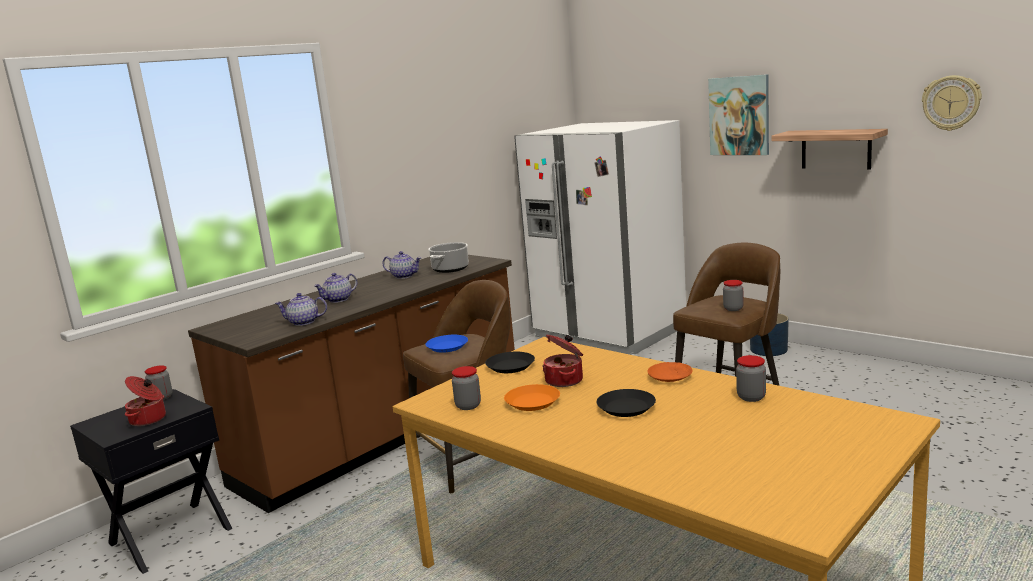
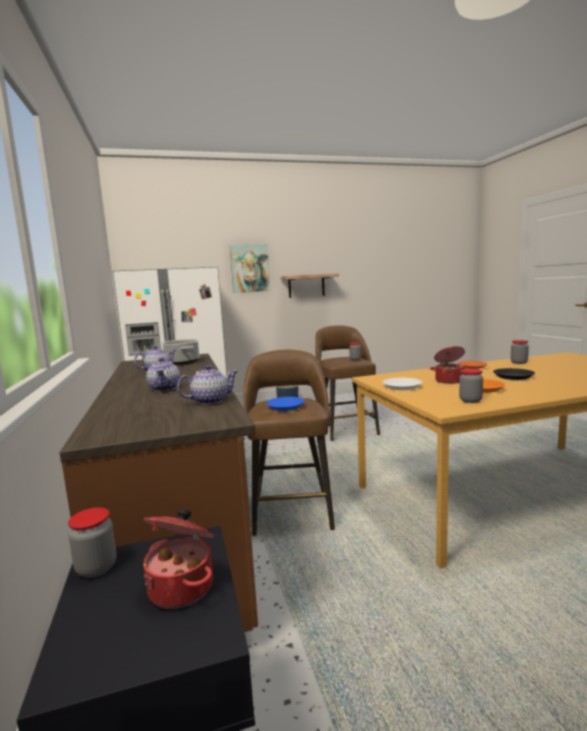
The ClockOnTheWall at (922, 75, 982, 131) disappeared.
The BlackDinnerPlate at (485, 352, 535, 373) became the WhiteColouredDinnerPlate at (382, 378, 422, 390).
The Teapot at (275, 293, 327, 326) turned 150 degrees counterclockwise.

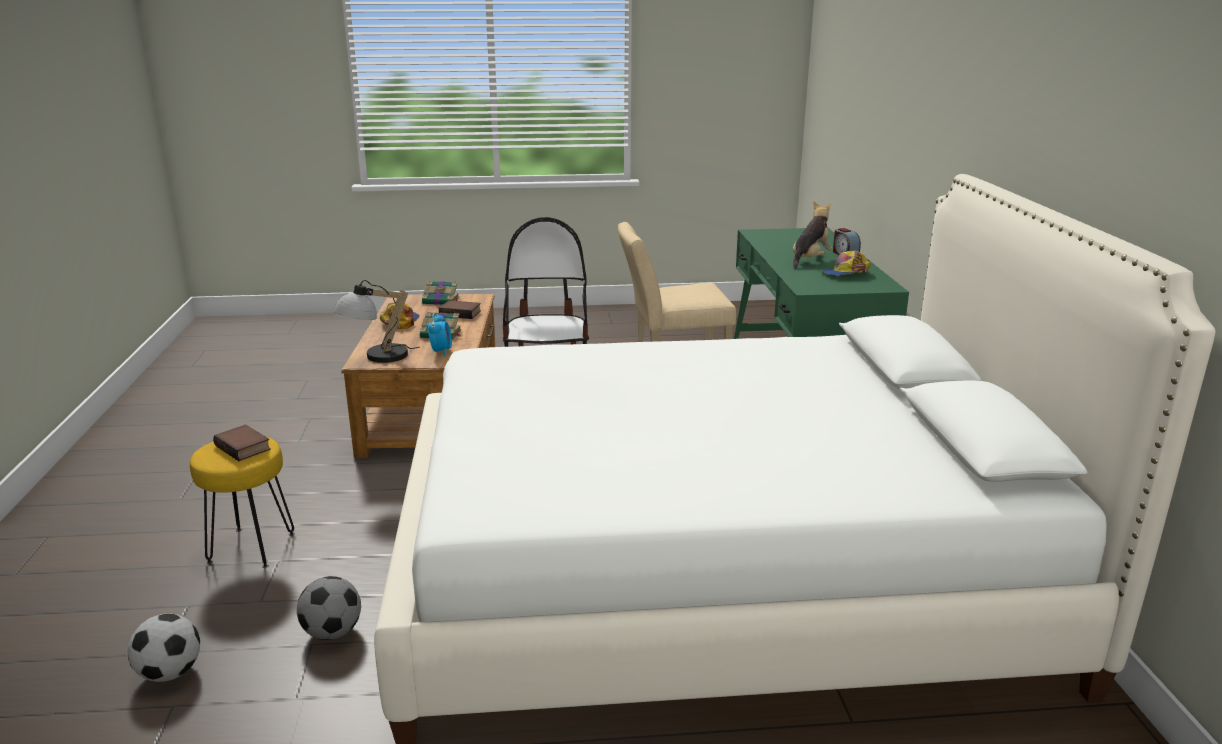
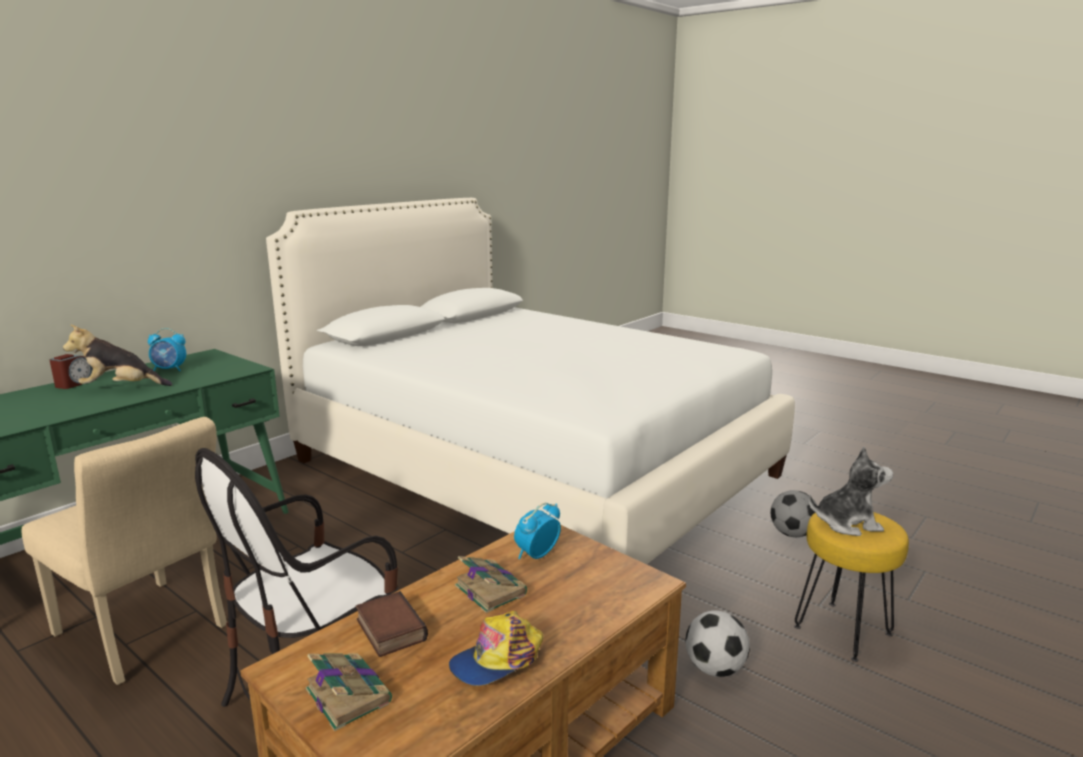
The TableLamp at (333, 280, 420, 363) disappeared.
The BallForFootball moved from (127, 614, 200, 682) to (685, 610, 750, 677).
The BoundBook at (213, 424, 271, 461) was replaced by the PlushToy at (809, 447, 893, 536).
The PeakedCap at (821, 251, 871, 275) was replaced by the AlarmClock at (148, 328, 186, 371).

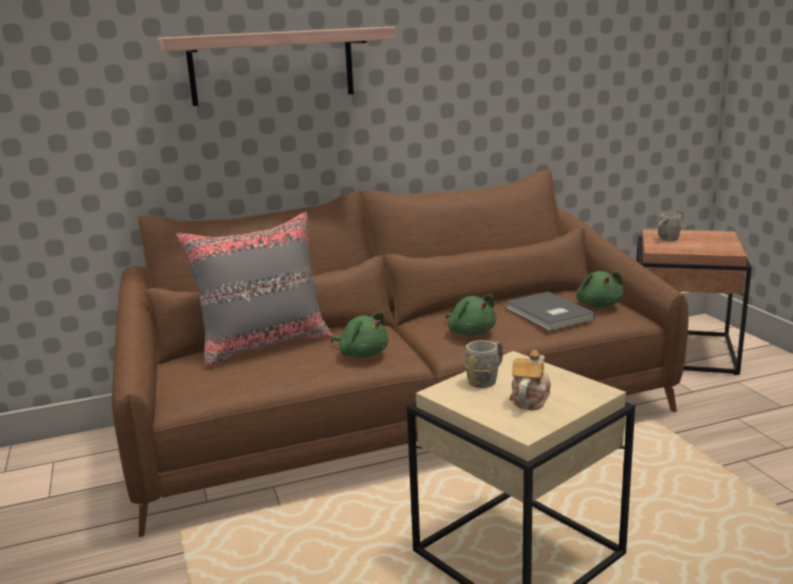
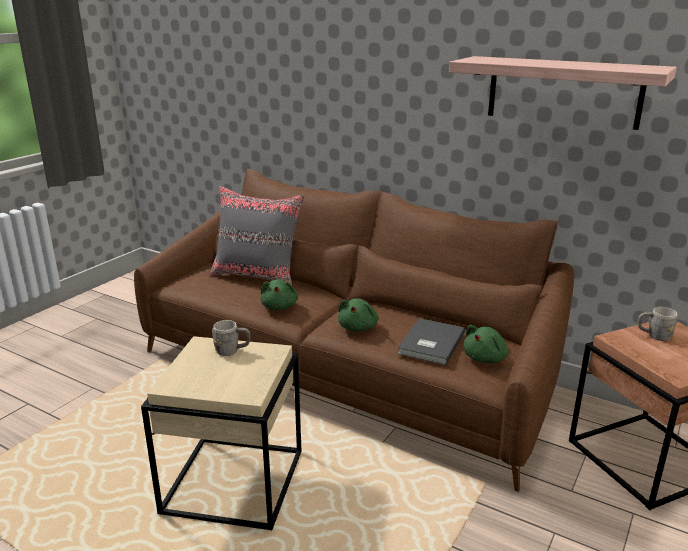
The Teapot at (509, 350, 551, 410) disappeared.
The WallShelf moved from (158, 27, 395, 106) to (449, 56, 677, 130).

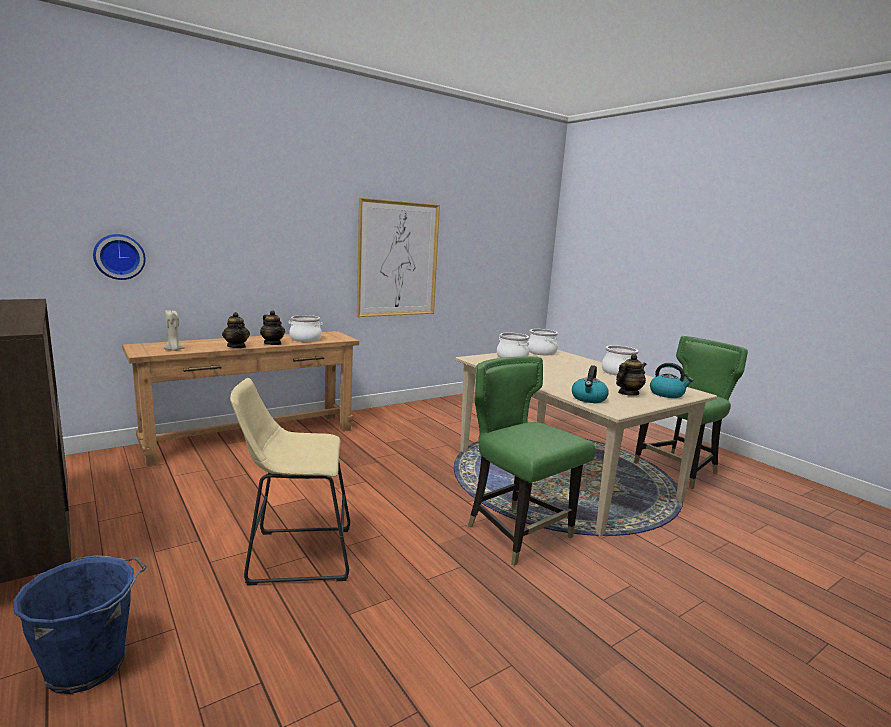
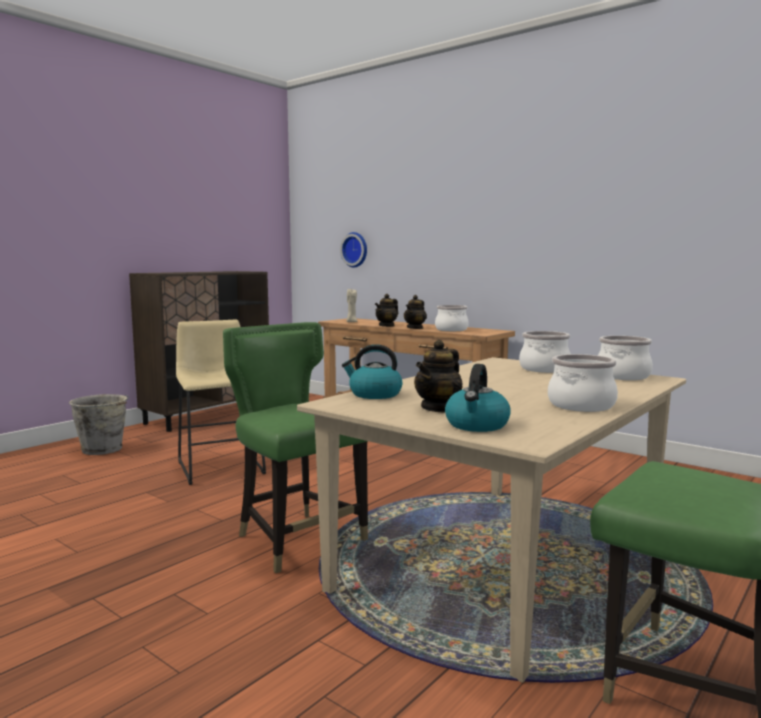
The WallPicture at (357, 198, 440, 317) disappeared.
The BlueColouredPail at (13, 555, 147, 694) became the GreyishPail at (69, 394, 129, 455).
The GreenishUprightChair at (468, 356, 595, 566) turned 75 degrees counterclockwise.
The Teapot at (616, 354, 646, 396) turned 90 degrees clockwise.

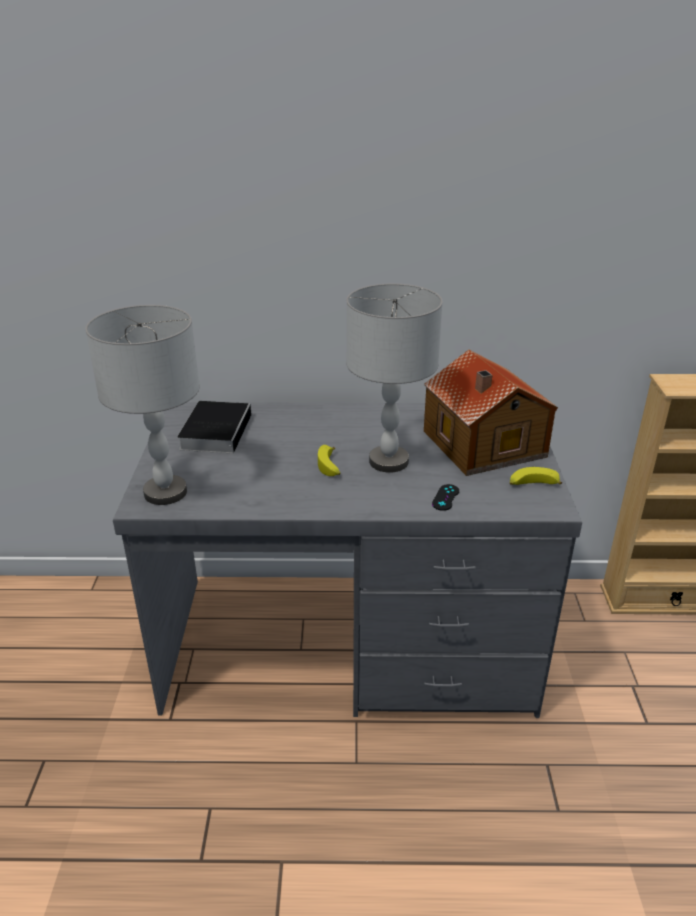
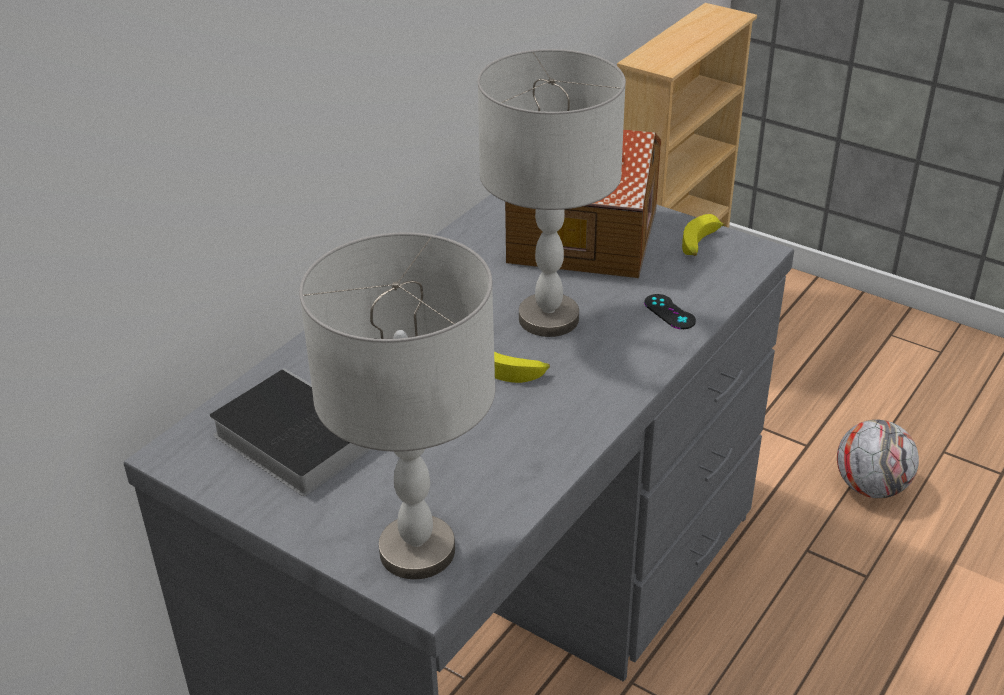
The BallForFootball at (837, 420, 919, 498) appeared.

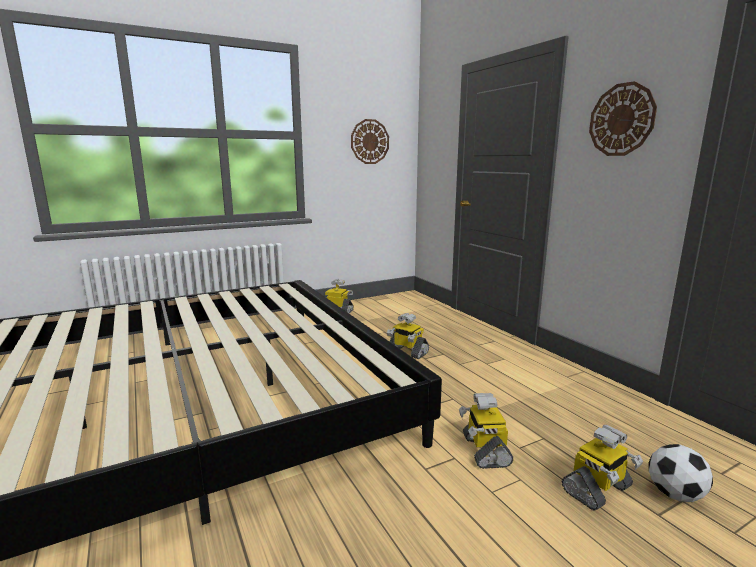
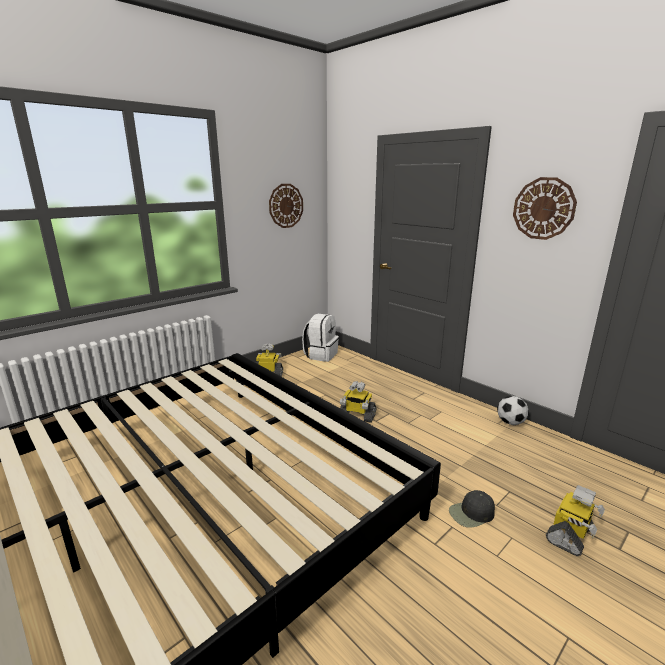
The WhiteColouredKnapsack at (302, 314, 339, 362) appeared.
The BallForFootball moved from (649, 444, 713, 502) to (497, 396, 529, 425).
The ModelRobot at (459, 393, 513, 469) was replaced by the BlackPeakedCap at (449, 490, 495, 528).

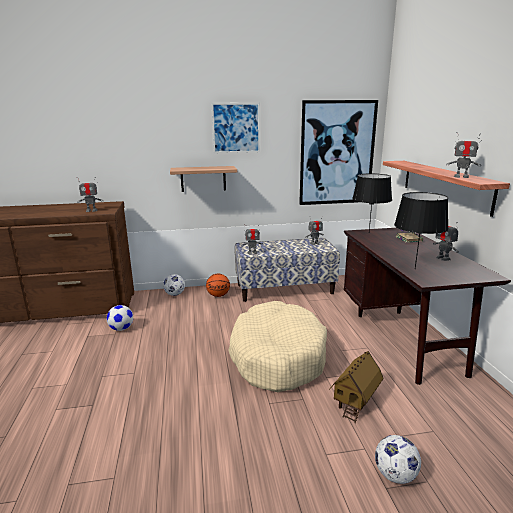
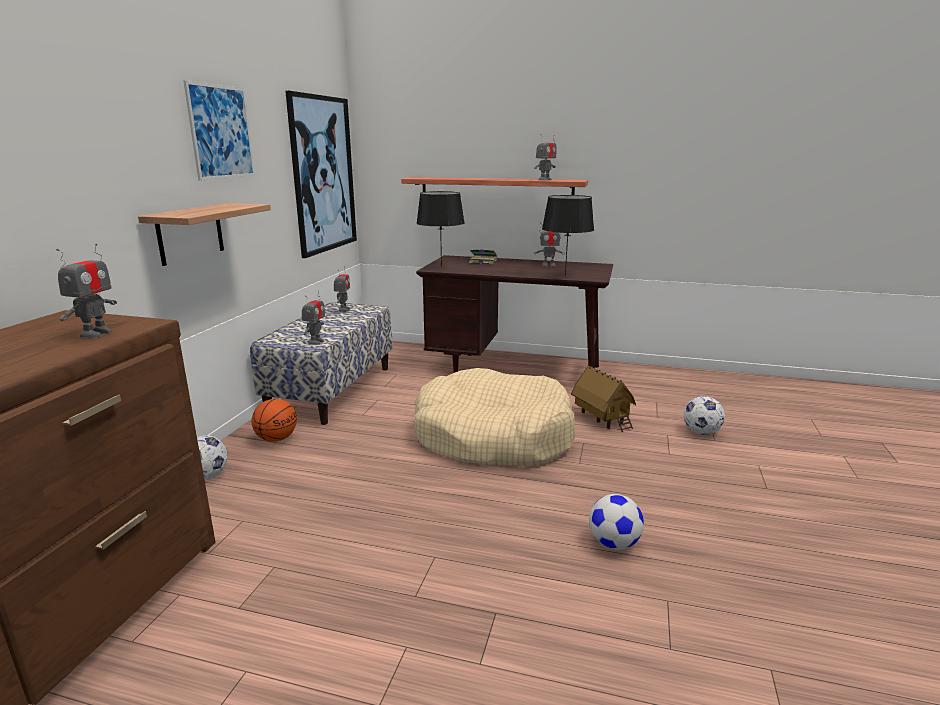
The BallForFootball moved from (107, 305, 133, 331) to (589, 494, 644, 550).

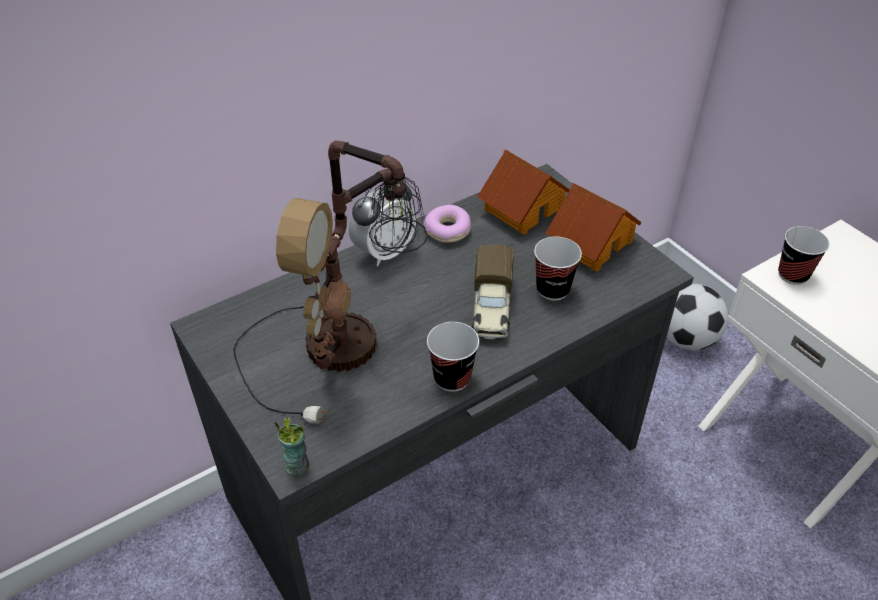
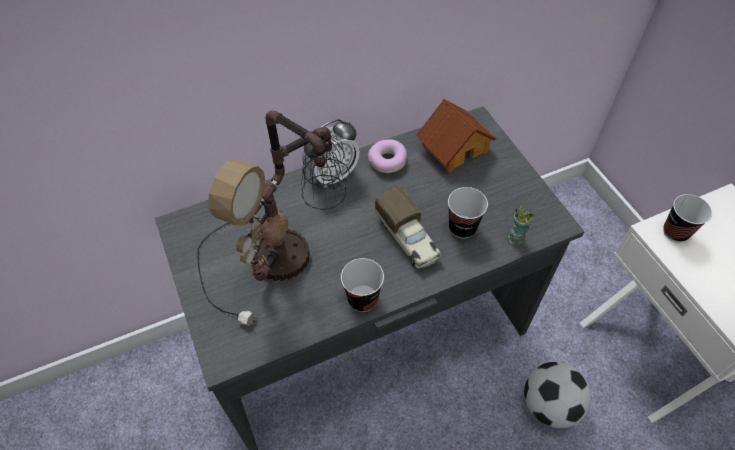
The ModelHouse at (545, 183, 642, 272) disappeared.
The Cup moved from (274, 418, 309, 475) to (508, 206, 534, 246).
The BallForFootball moved from (667, 284, 728, 350) to (524, 362, 591, 428).
The ToyTruck at (472, 244, 514, 339) turned 45 degrees counterclockwise.

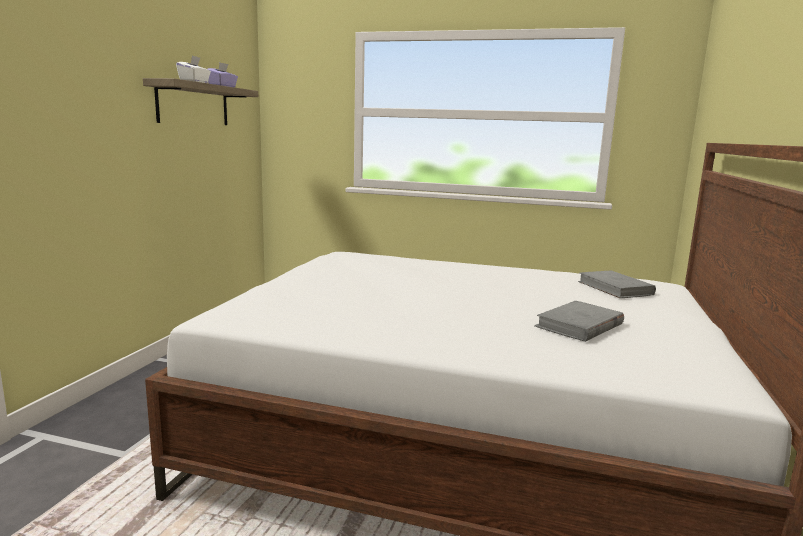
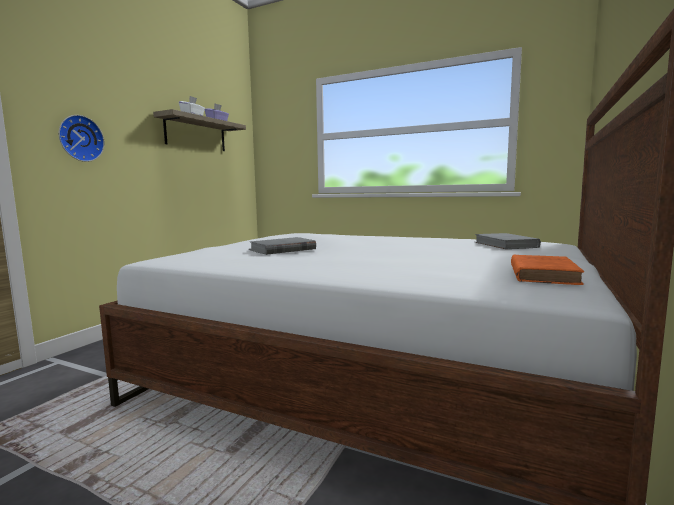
The ClockOnTheWall at (59, 115, 105, 162) appeared.
The OrangeBoundBook at (511, 255, 584, 285) appeared.
The GreyishBoundBook moved from (534, 301, 624, 342) to (249, 237, 316, 255).

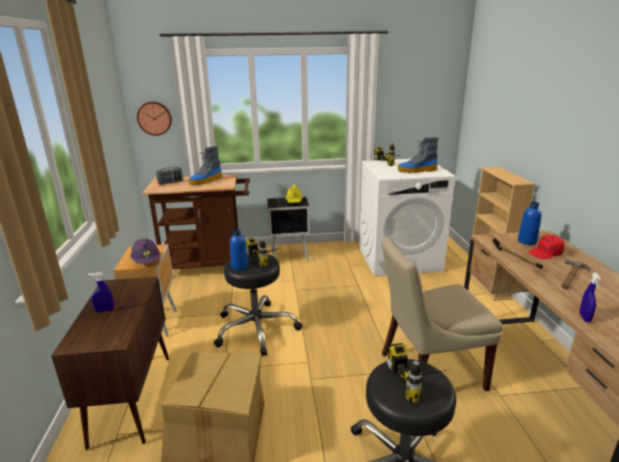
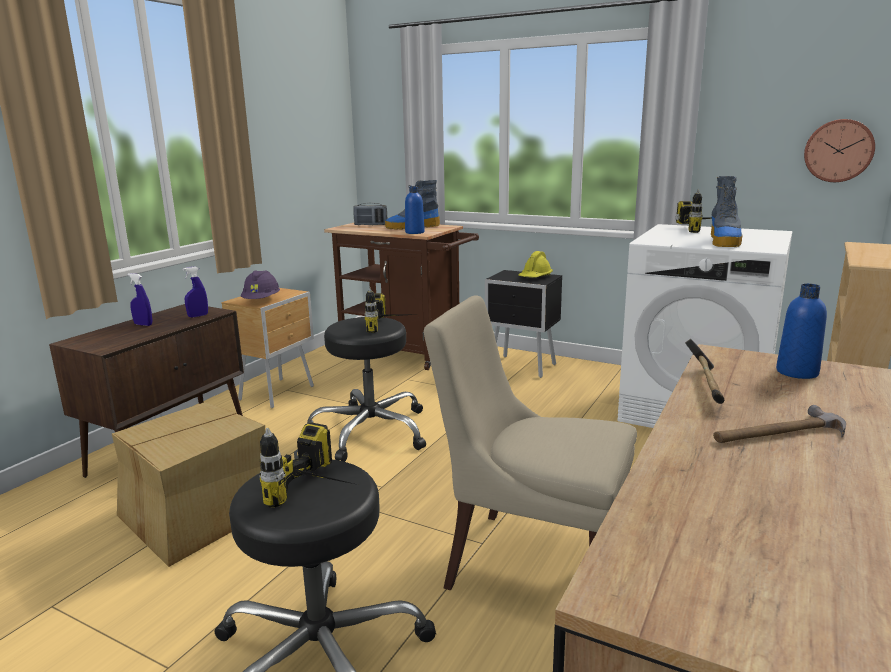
The RedColouredPeakedCap at (528, 235, 565, 259) disappeared.
The ClockOnTheWall moved from (137, 102, 172, 136) to (804, 119, 875, 182).
The BlueColouredBeverageBottle moved from (230, 229, 248, 270) to (405, 186, 425, 234).
The BlueColouredHandSprayer moved from (579, 273, 601, 322) to (183, 266, 208, 318).
The HighTopBoot at (398, 137, 439, 173) turned 105 degrees counterclockwise.

